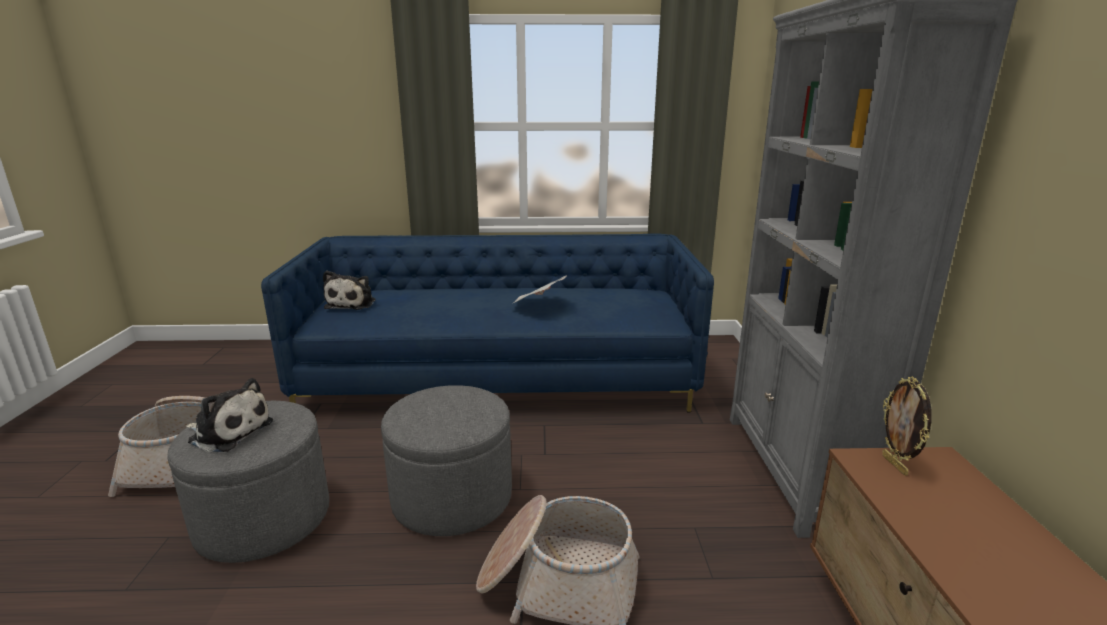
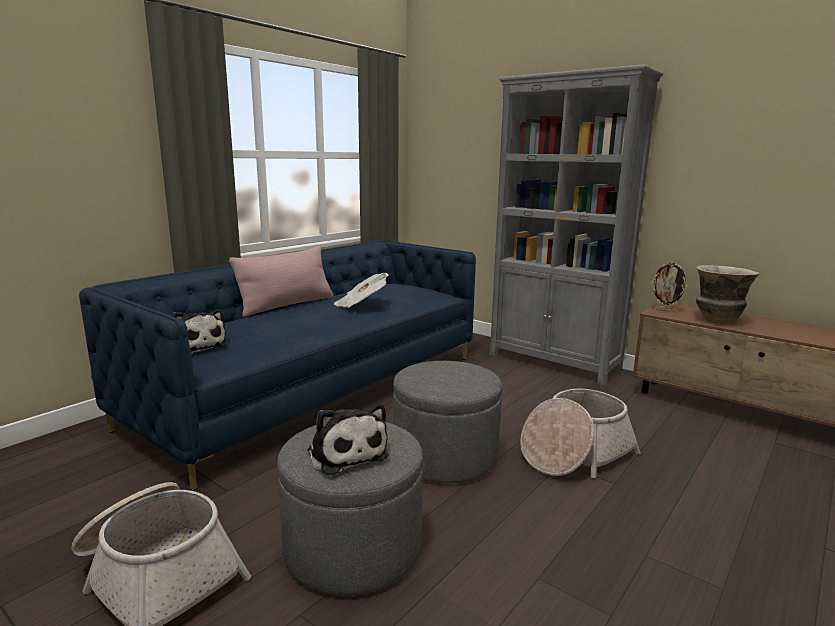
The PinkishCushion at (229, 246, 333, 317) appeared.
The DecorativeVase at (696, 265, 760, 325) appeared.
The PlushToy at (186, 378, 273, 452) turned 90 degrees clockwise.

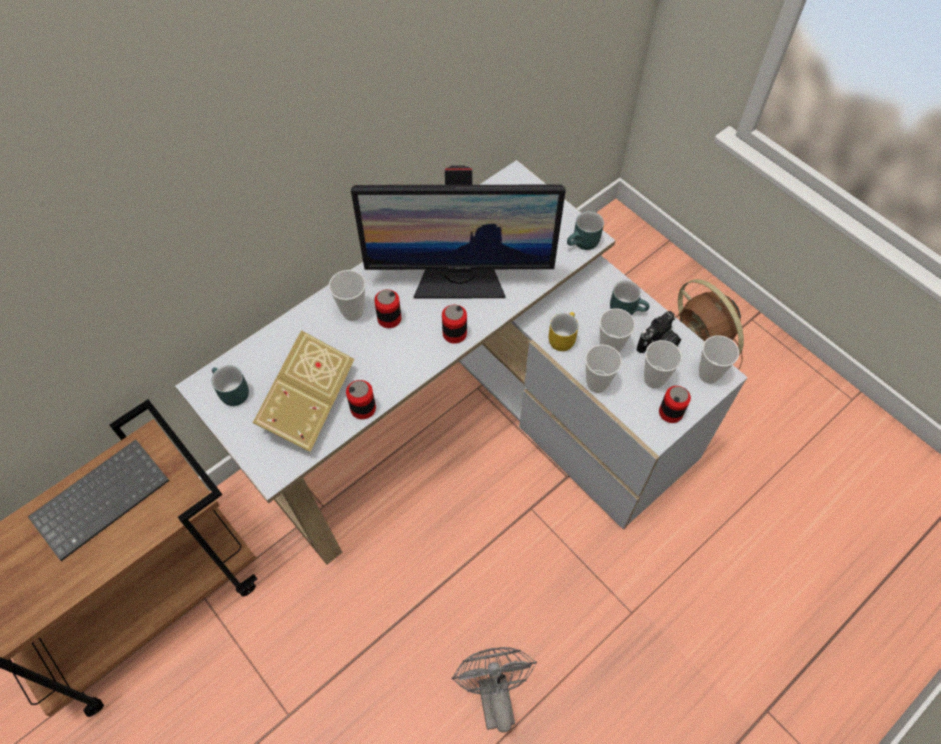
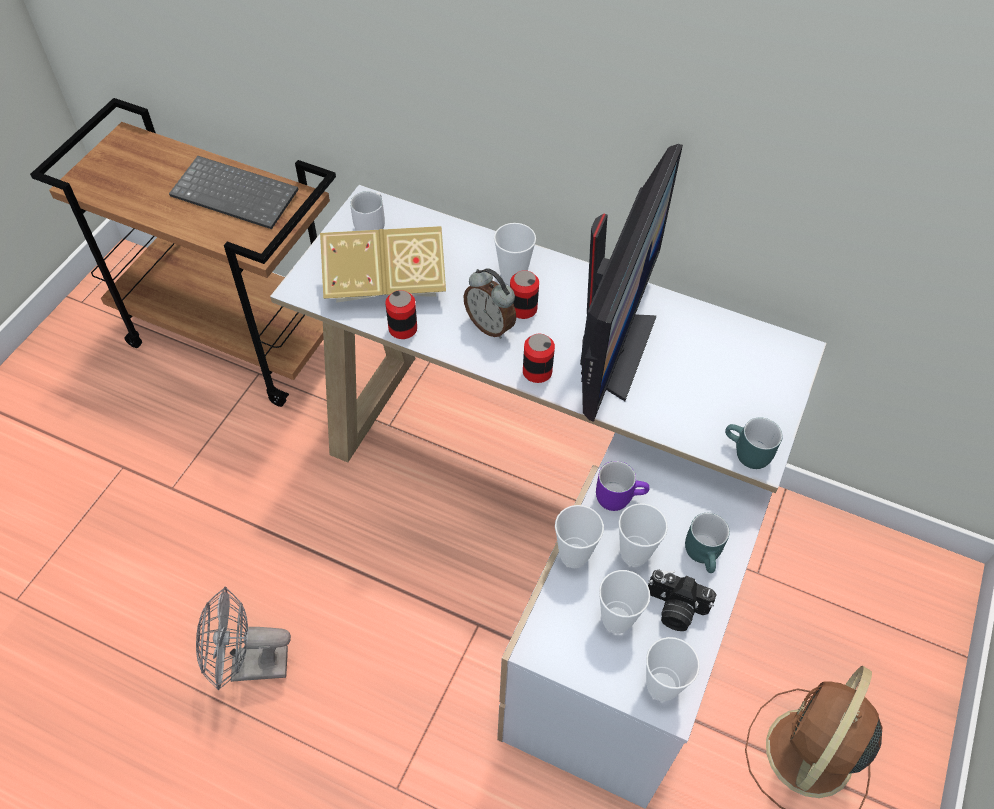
The MetalCan at (659, 386, 691, 423) disappeared.
The AlarmClock at (464, 268, 516, 339) appeared.
The BlueGreenCoffeeMug at (211, 365, 249, 406) became the WhiteColouredCoffeeMug at (350, 191, 385, 231).
The YellowColouredCoffeeMug at (549, 312, 579, 351) became the PurplishCoffeeMug at (596, 461, 650, 511).
The ComputerScreen at (351, 165, 566, 299) turned 135 degrees counterclockwise.
The GreyishCoolingFan at (451, 647, 537, 732) turned 150 degrees counterclockwise.

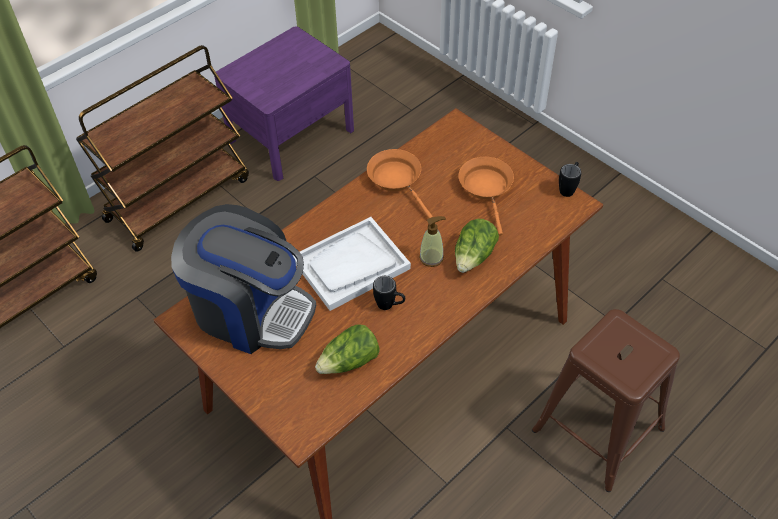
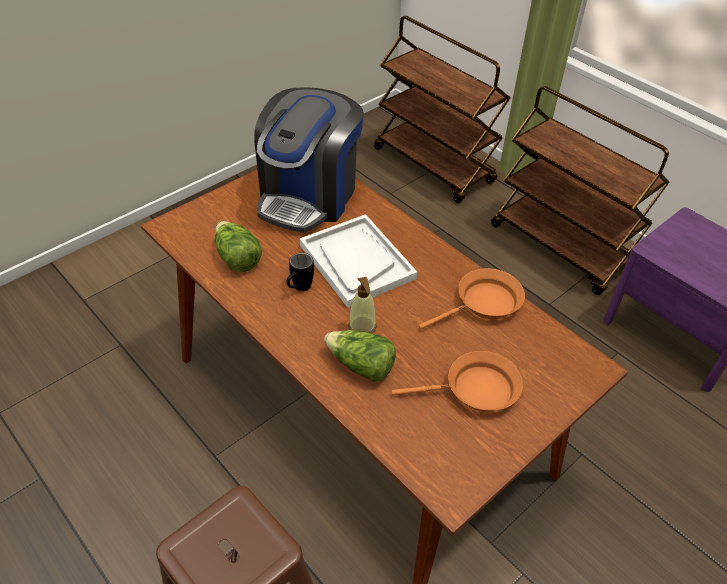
The BlackCoffeeMug at (559, 162, 581, 197) disappeared.

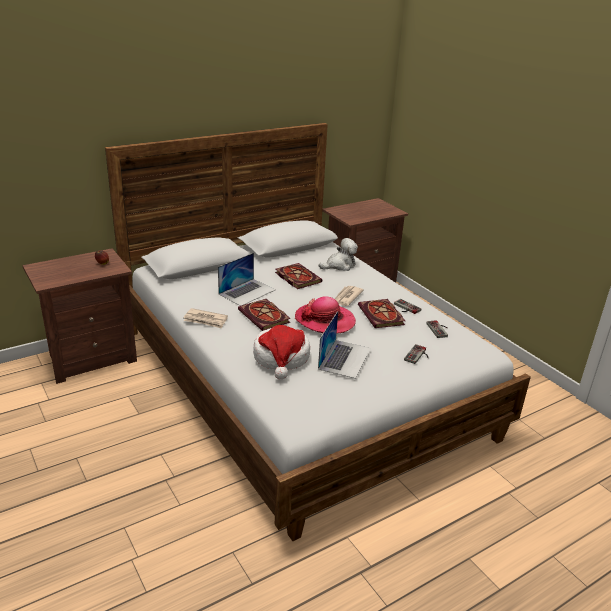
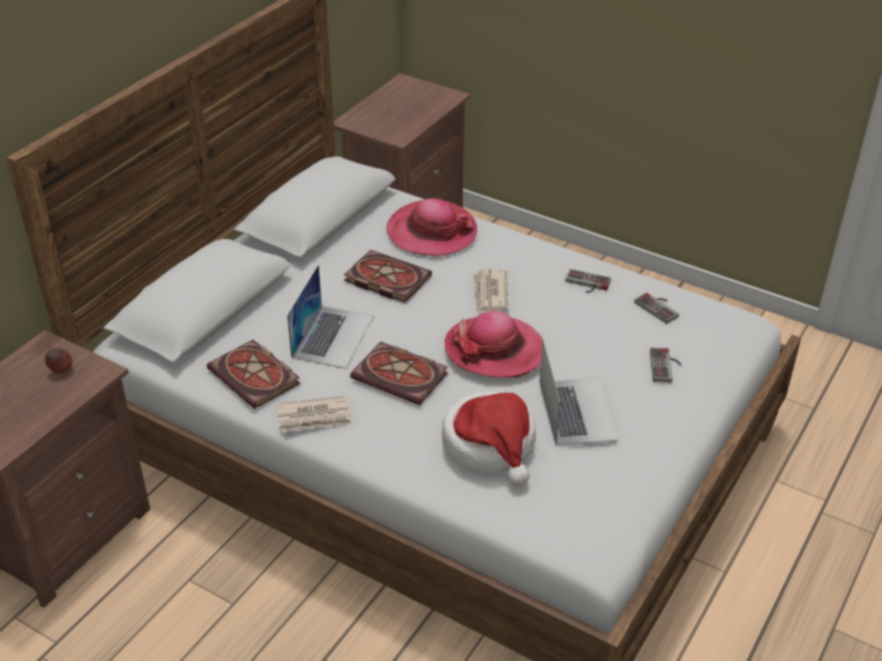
The BoundBook moved from (358, 299, 405, 328) to (207, 340, 300, 409).
The PlushToy at (319, 238, 358, 271) was replaced by the ClothingHat at (386, 198, 477, 257).

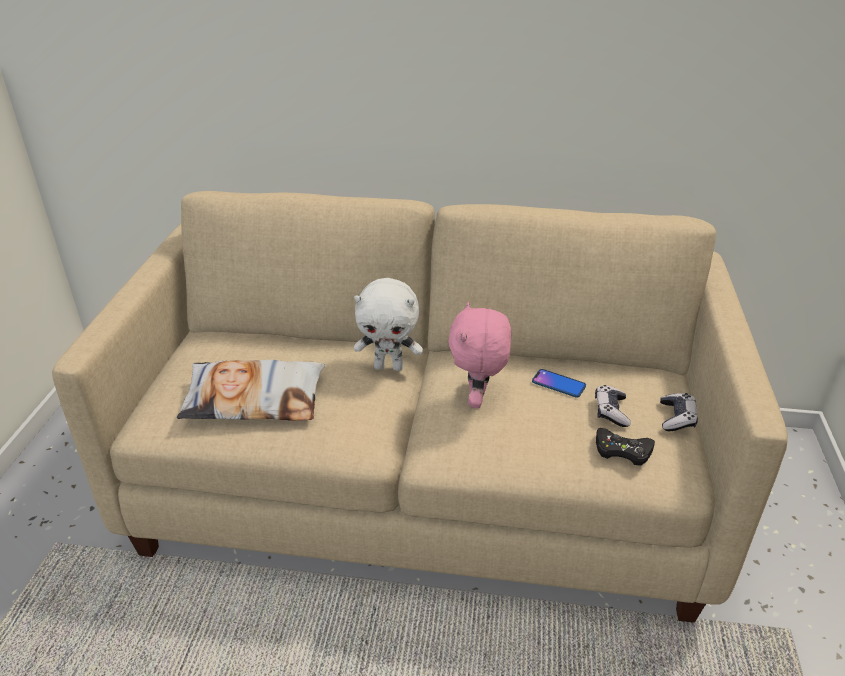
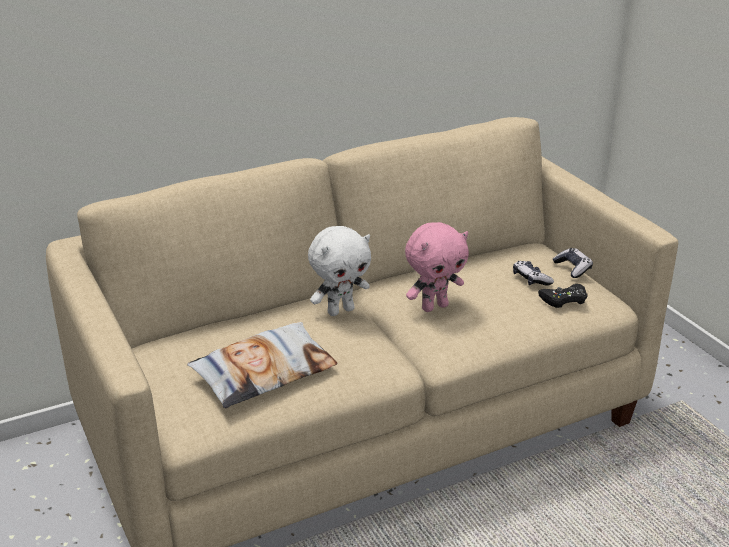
The Phone at (532, 369, 586, 398) disappeared.
The PinkishPlushToy at (448, 302, 511, 408) turned 90 degrees counterclockwise.

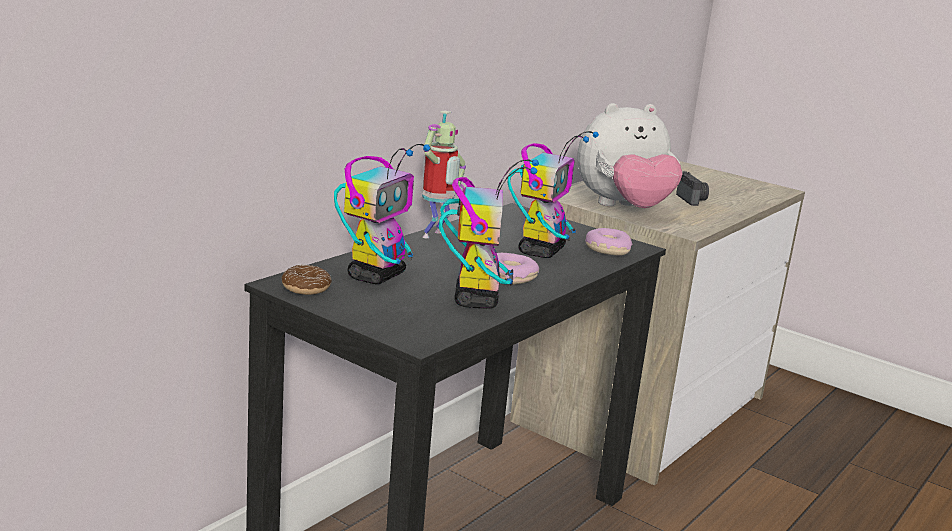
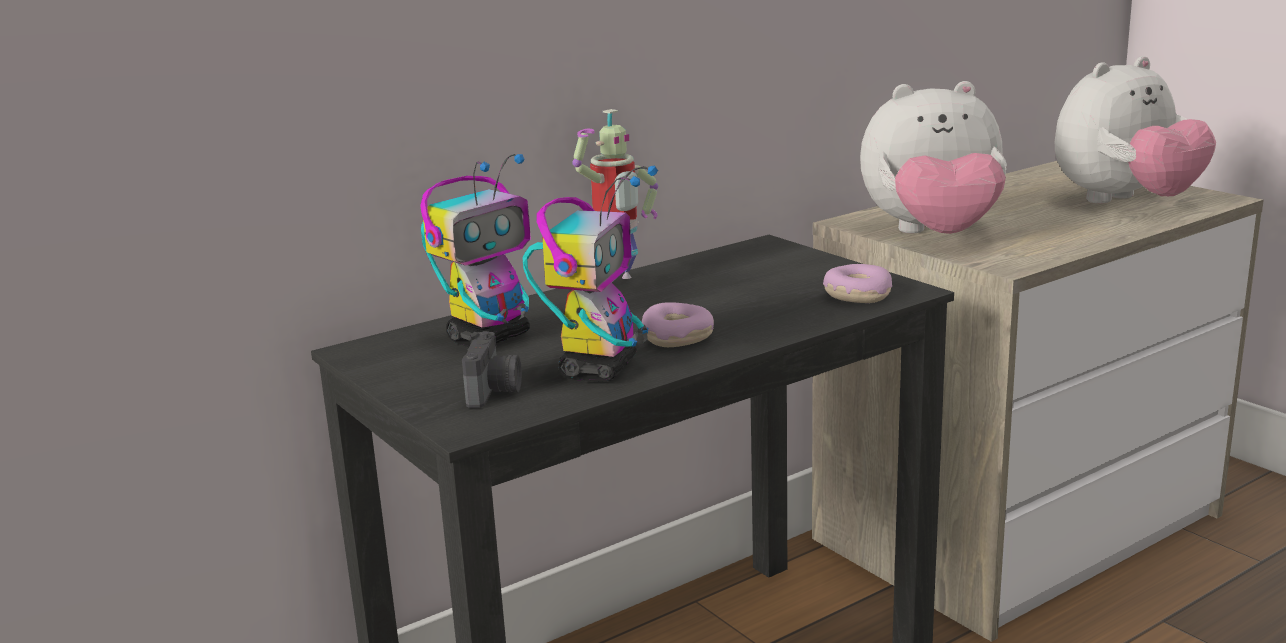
The Doughnut at (282, 265, 332, 295) disappeared.
The ModelRobot at (507, 131, 599, 258) disappeared.
The PlushToy at (1055, 56, 1216, 204) appeared.
The StillCamera moved from (676, 171, 709, 206) to (462, 331, 522, 408).

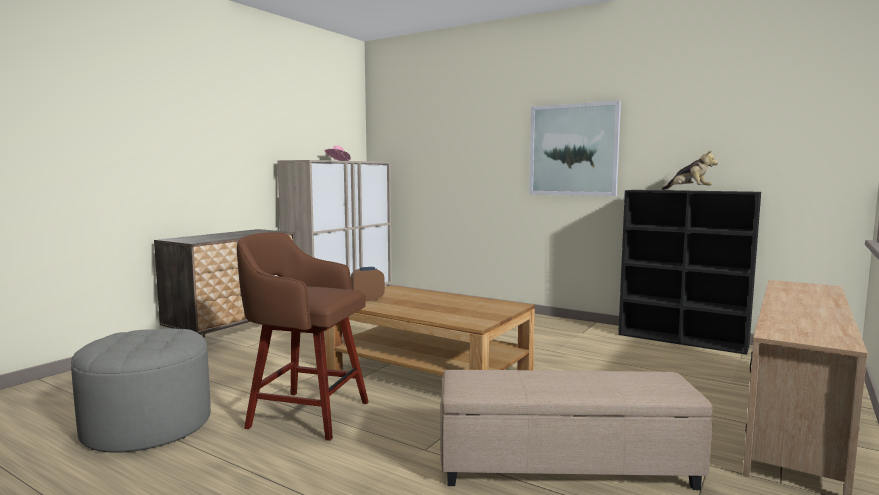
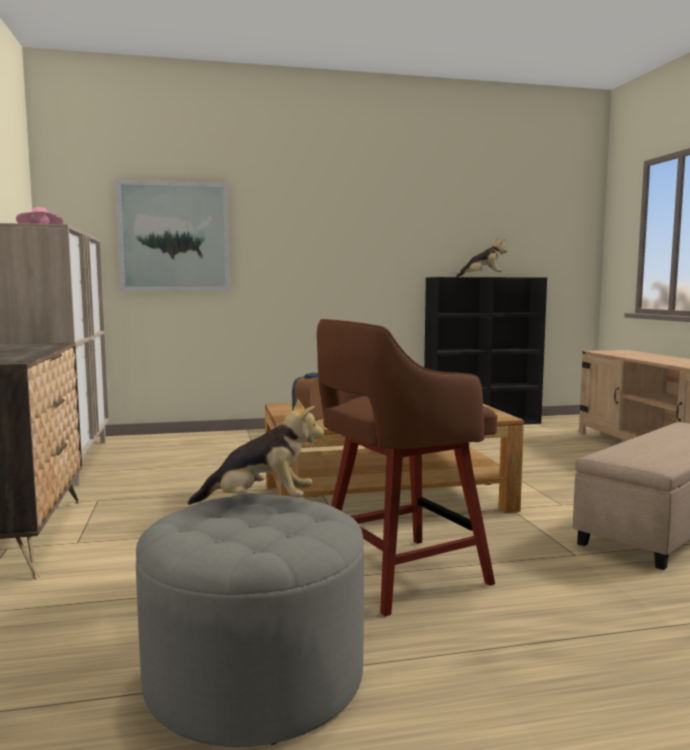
The PlushToy at (188, 398, 324, 505) appeared.
The WallPicture moved from (529, 101, 621, 196) to (115, 179, 230, 291).

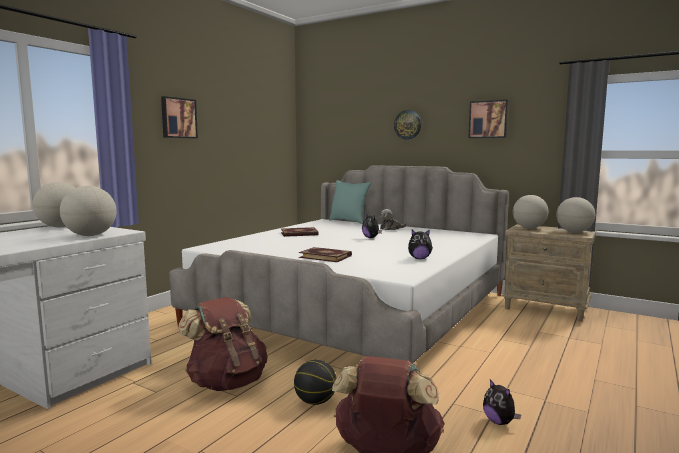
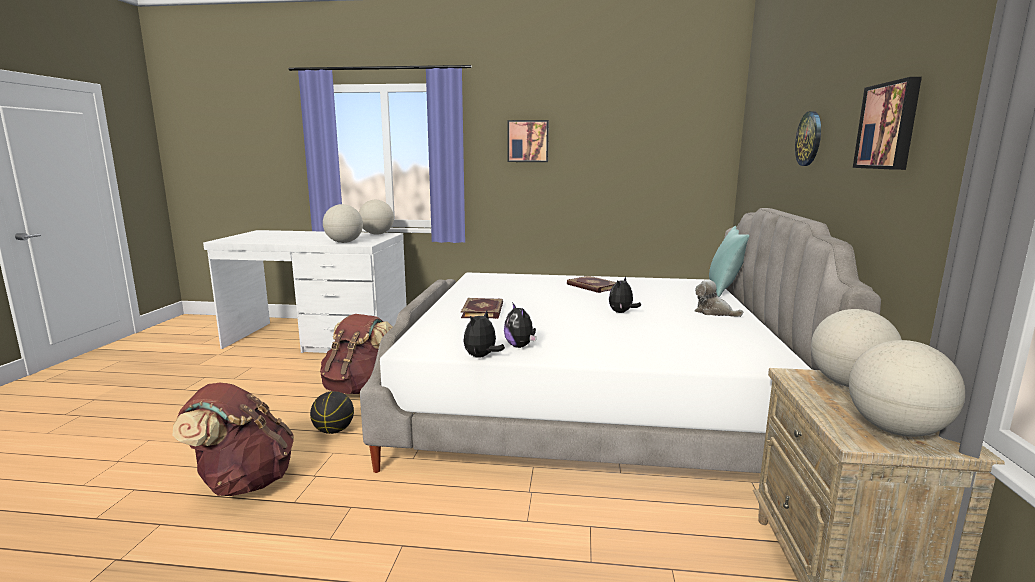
The PlushToy moved from (483, 379, 521, 425) to (464, 310, 505, 358).

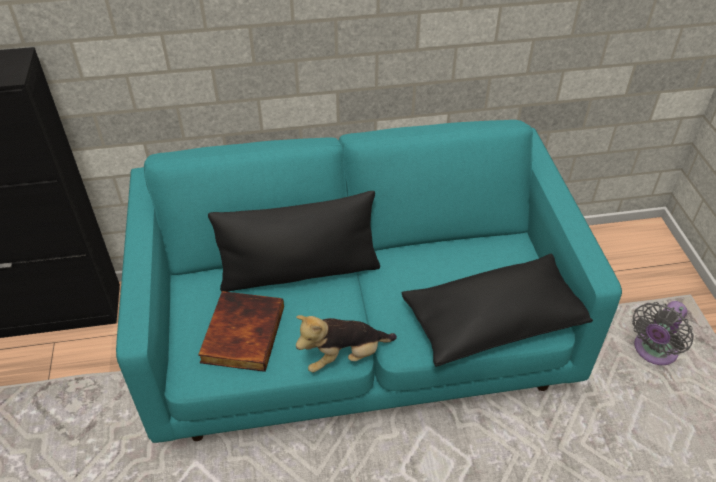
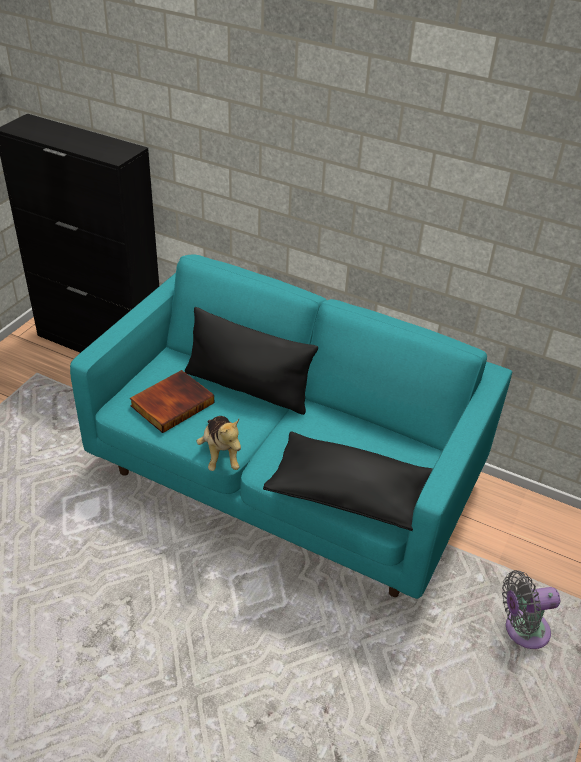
The PlushToy at (296, 315, 397, 373) turned 120 degrees counterclockwise.

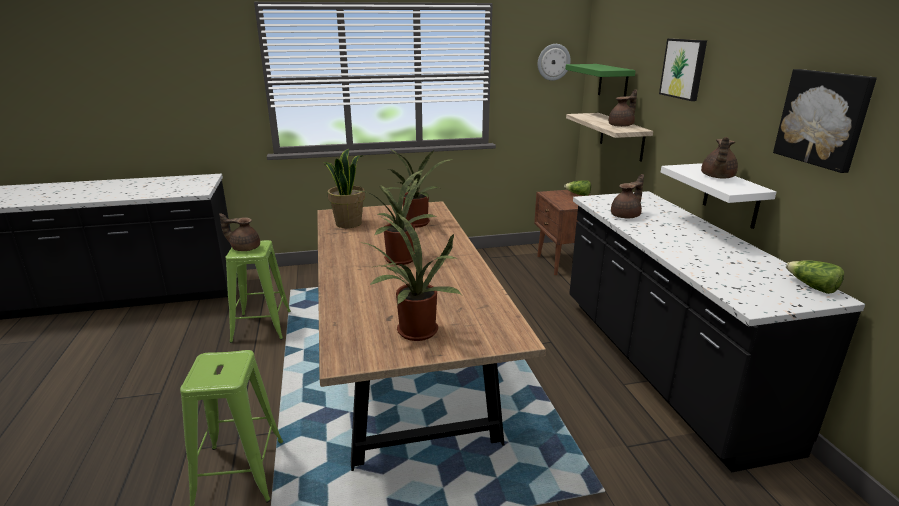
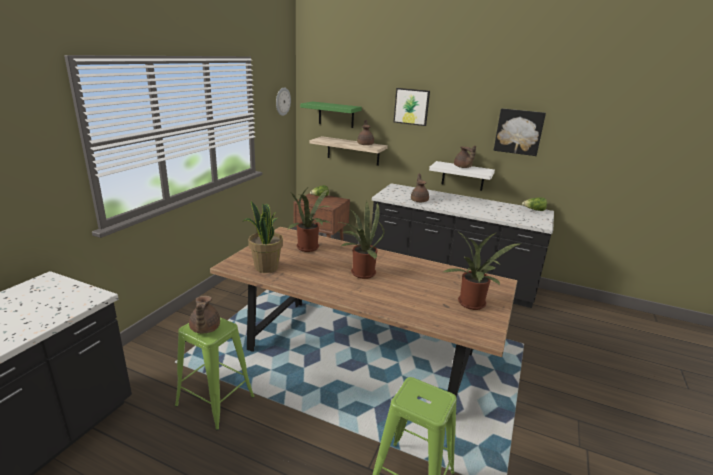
The BrownColouredTeapot at (219, 213, 260, 251) turned 45 degrees counterclockwise.

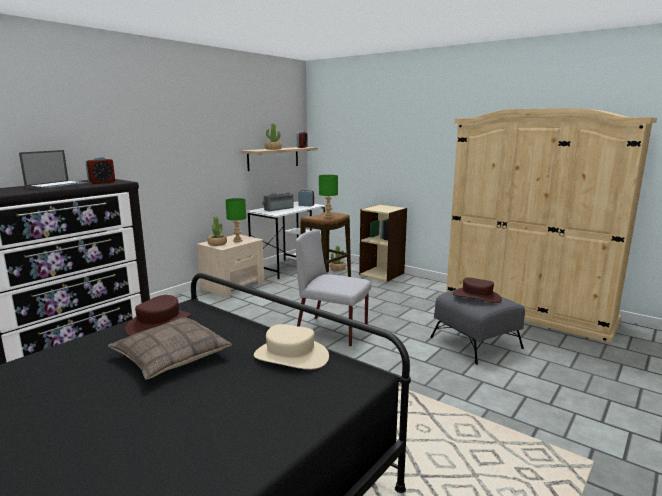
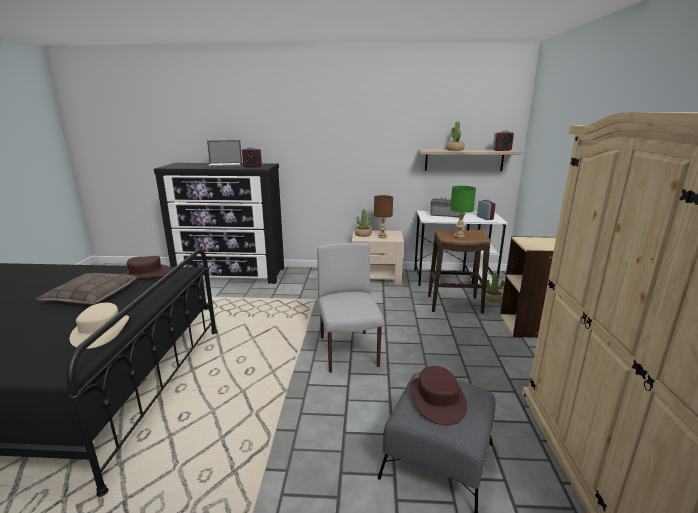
The GreenishTableLamp at (226, 198, 246, 242) became the BrownColouredTableLamp at (374, 195, 393, 238).

